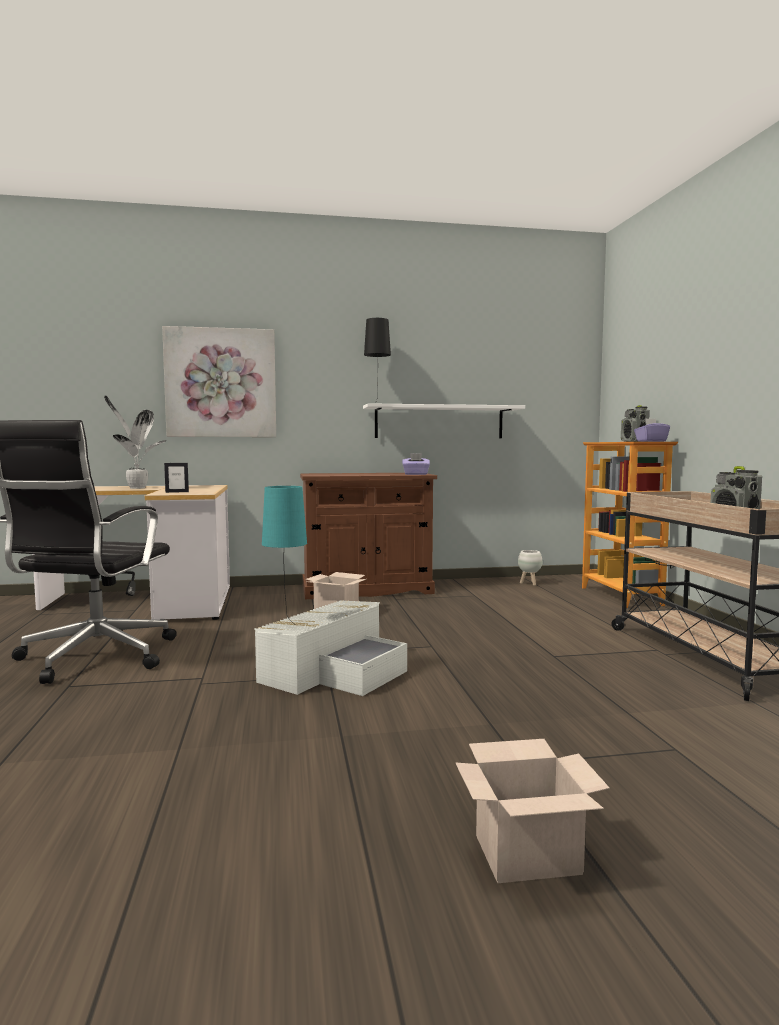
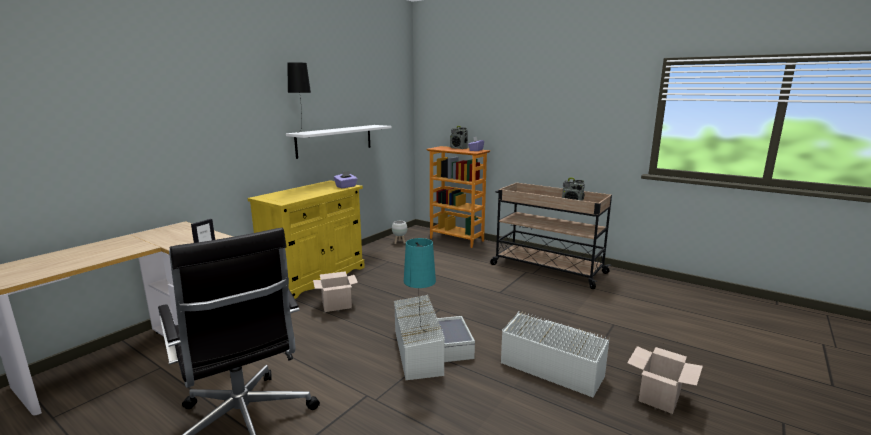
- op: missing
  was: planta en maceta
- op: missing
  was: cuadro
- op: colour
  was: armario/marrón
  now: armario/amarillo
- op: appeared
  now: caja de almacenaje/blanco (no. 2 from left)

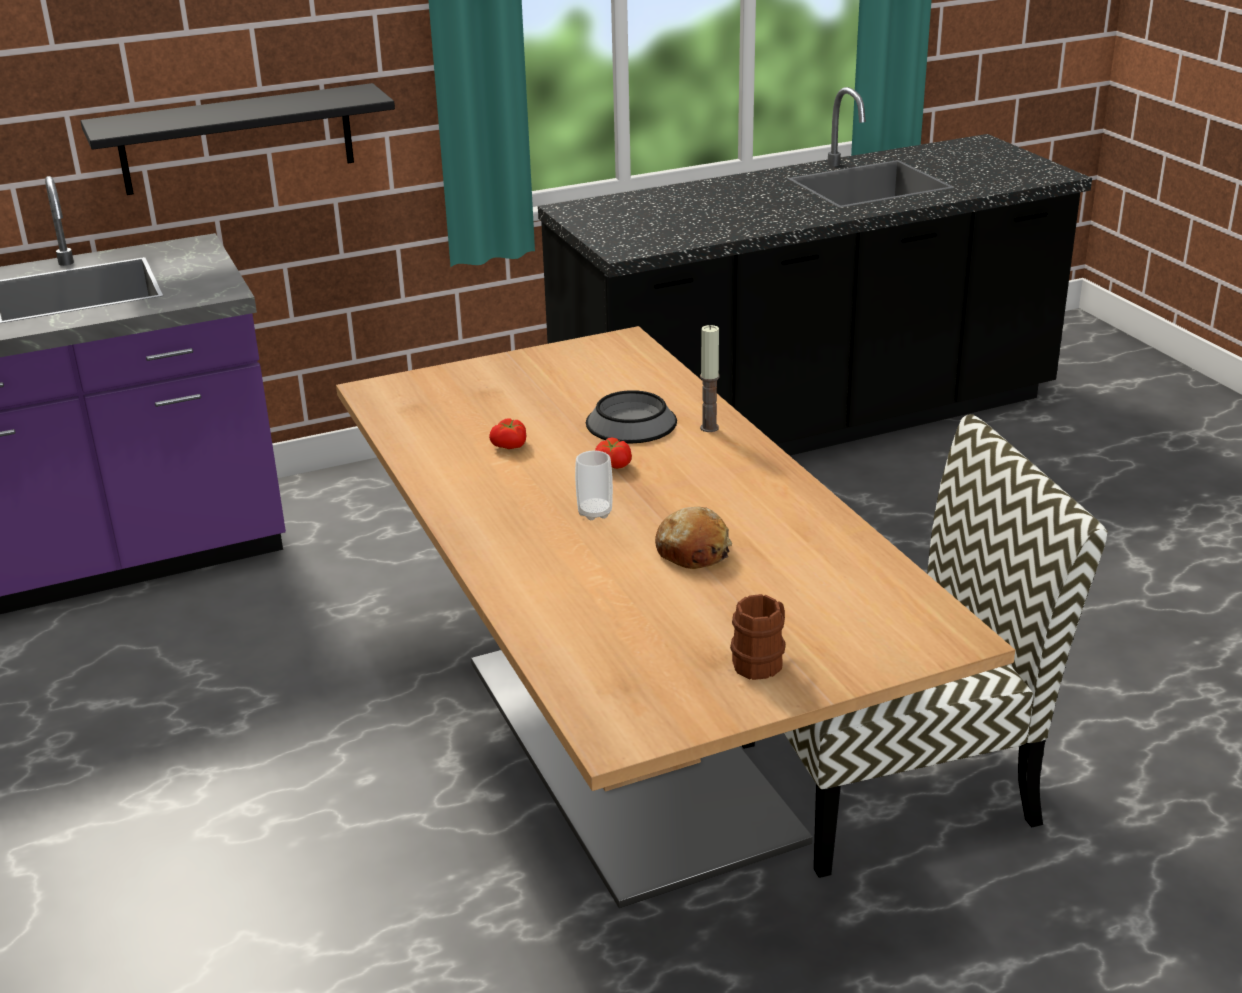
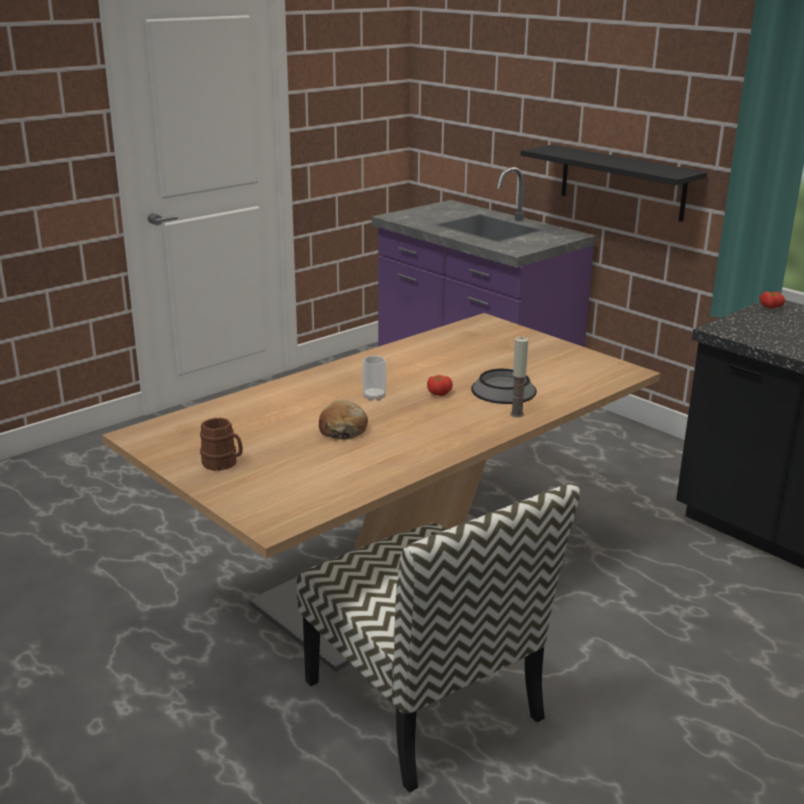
- op: relocated
  was: tomate (no. 1 from left in the first image)
  now: tomate (no. 2 from left)

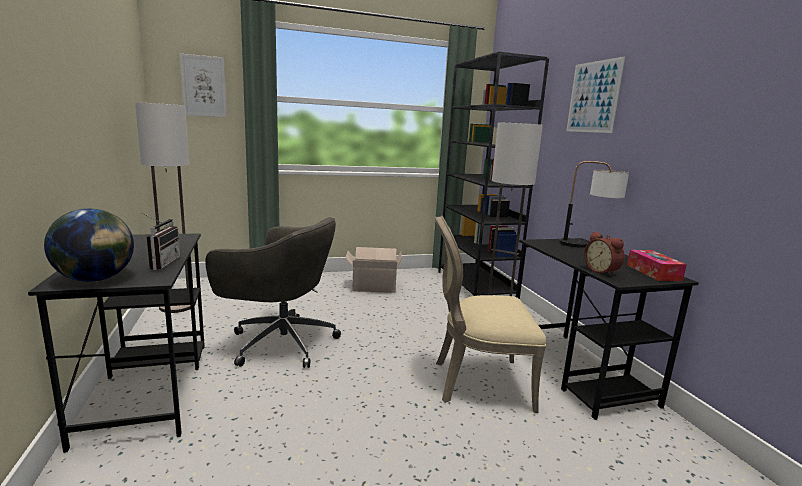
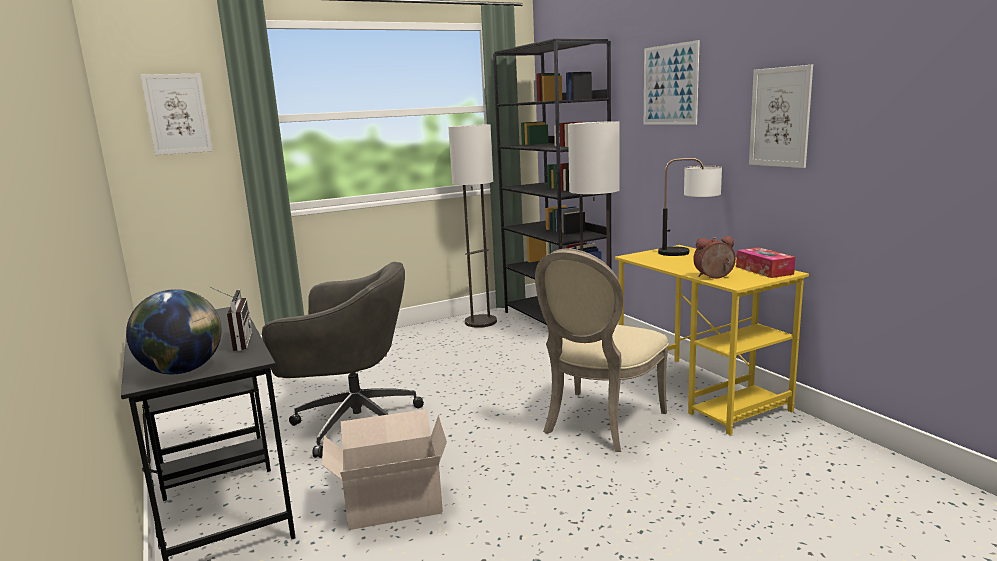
- op: relocated
  was: lámpara de pie (no. 1 from left)
- op: relocated
  was: caja de cartón
- op: spun
  was: silla/beis
  clockwise: -45
- op: colour
  was: escritorio/negro (no. 2 from left)
  now: escritorio/amarillo
- op: spun
  was: despertador
  clockwise: 120
- op: appeared
  now: cuadro (no. 3 from left)

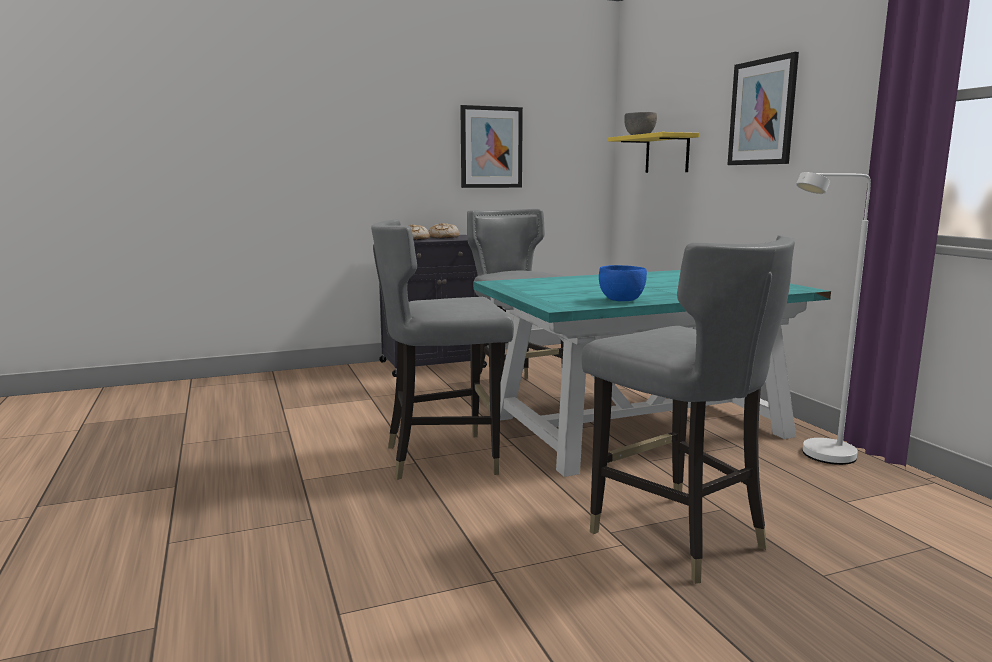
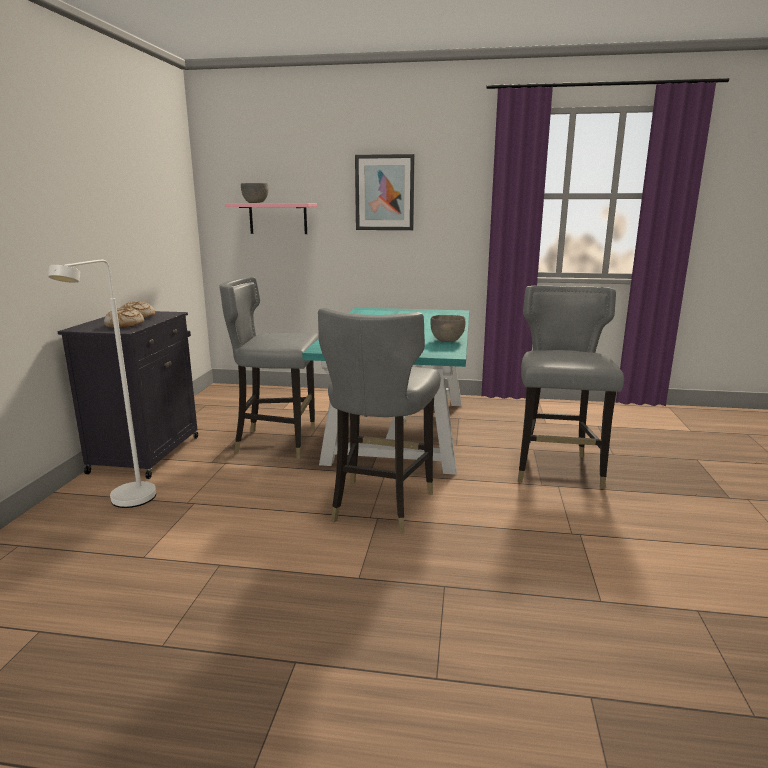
- op: missing
  was: cuadro (no. 1 from left)
- op: spun
  was: silla/gris (no. 3 from left)
  clockwise: -75
- op: colour
  was: cuenco/azul
  now: cuenco/gris (no. 2 from left)
- op: colour
  was: estante/amarillo
  now: estante/rosa
- op: relocated
  was: lámpara de pie/blanco

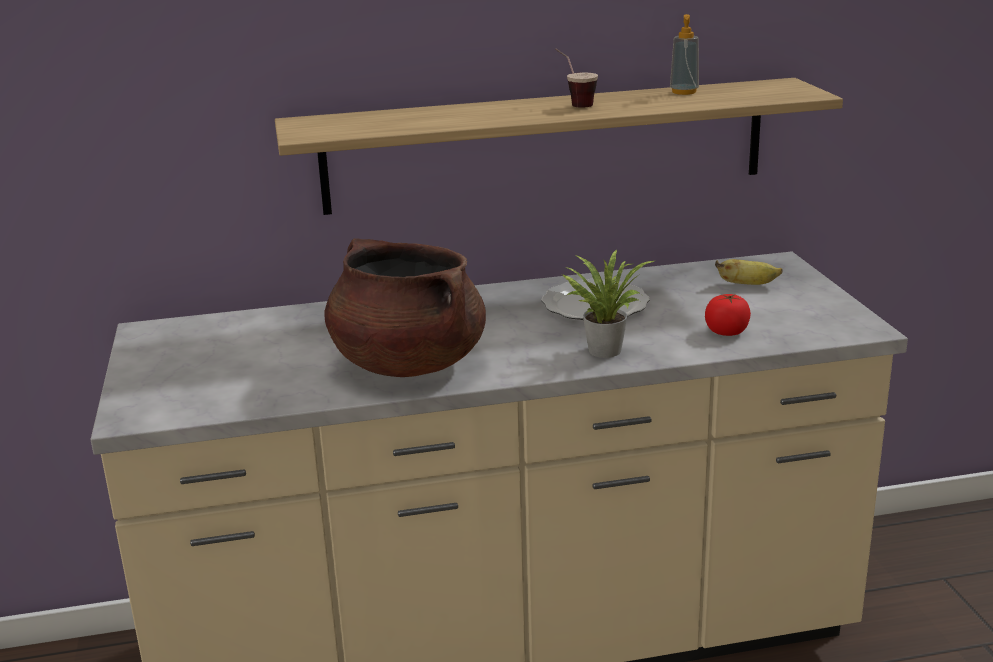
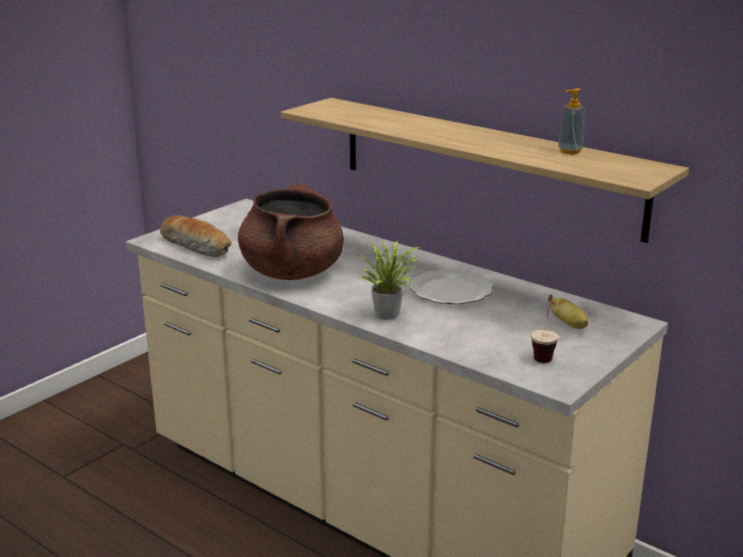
- op: relocated
  was: taza
- op: missing
  was: tomate
- op: appeared
  now: pan

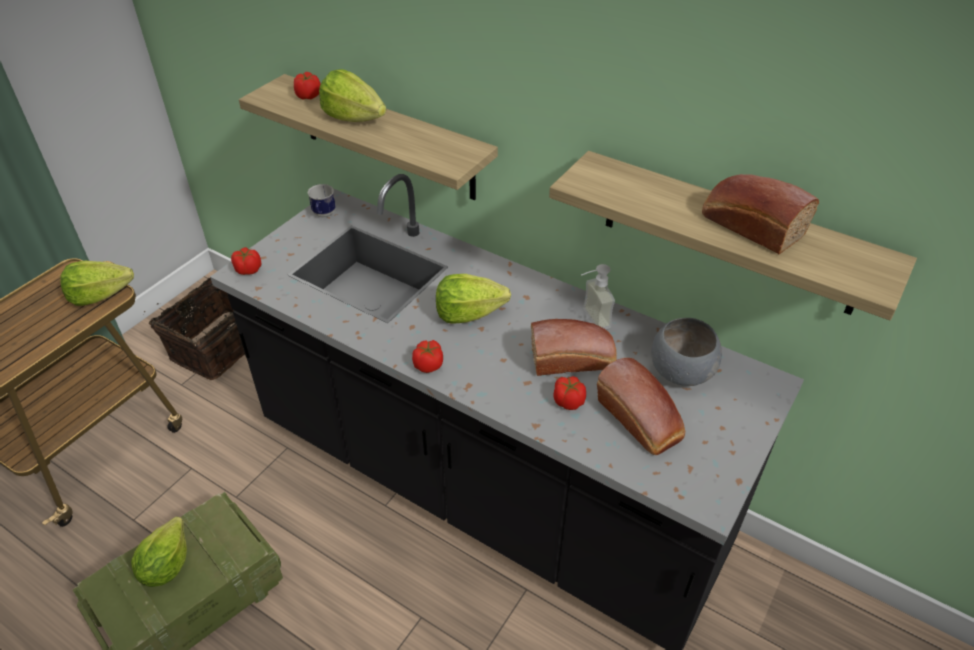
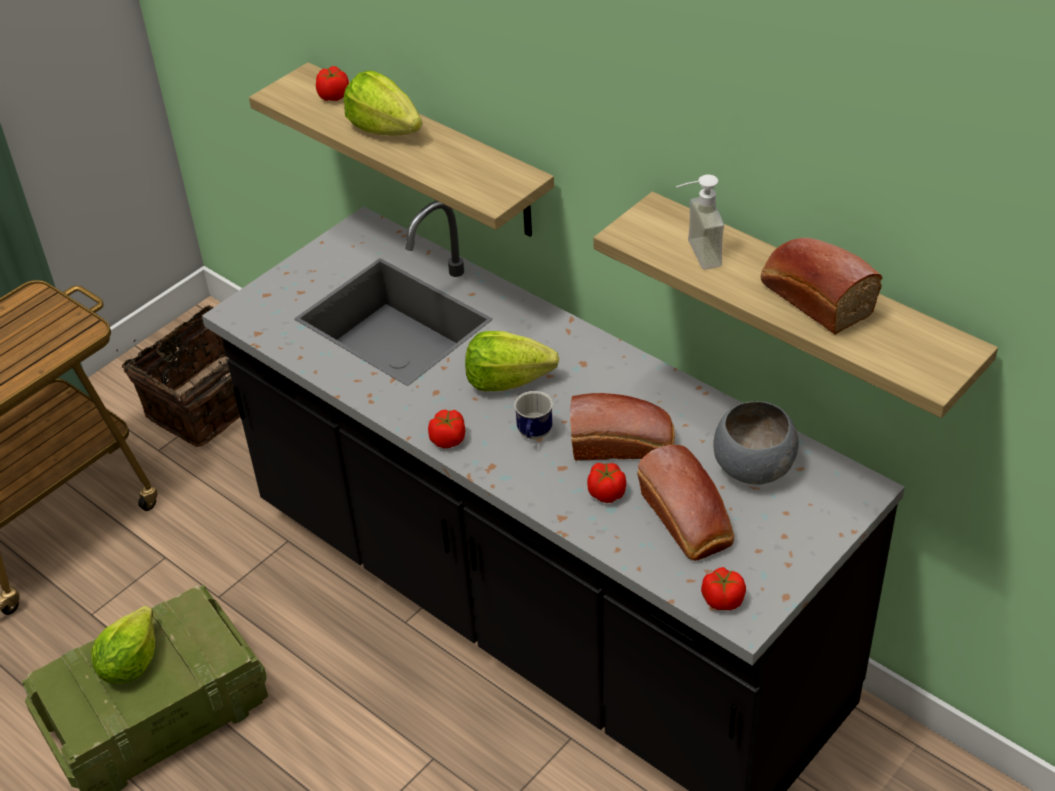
- op: missing
  was: lechuga (no. 1 from left)
- op: relocated
  was: tomate (no. 1 from left in the first image)
  now: tomate (no. 4 from left)
- op: relocated
  was: taza grande
- op: relocated
  was: dispensador de jabón

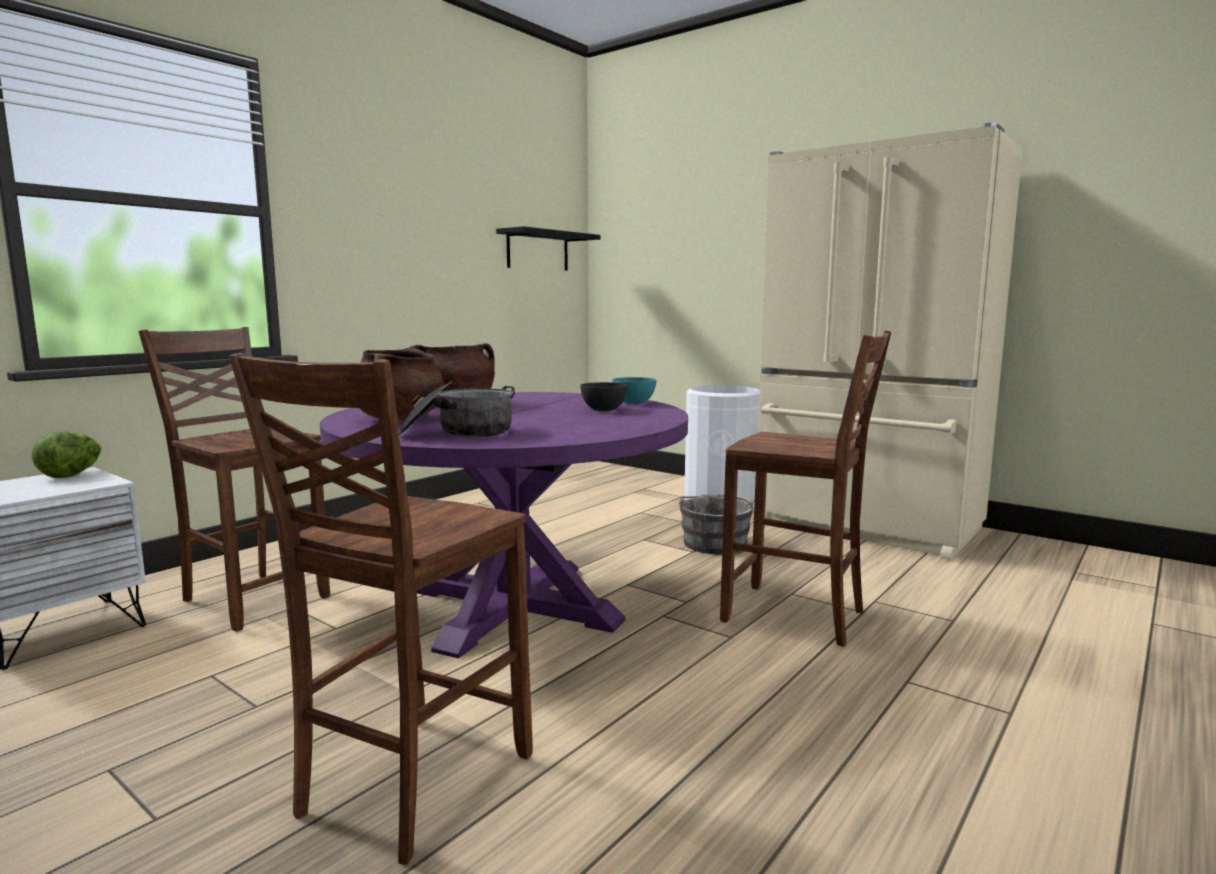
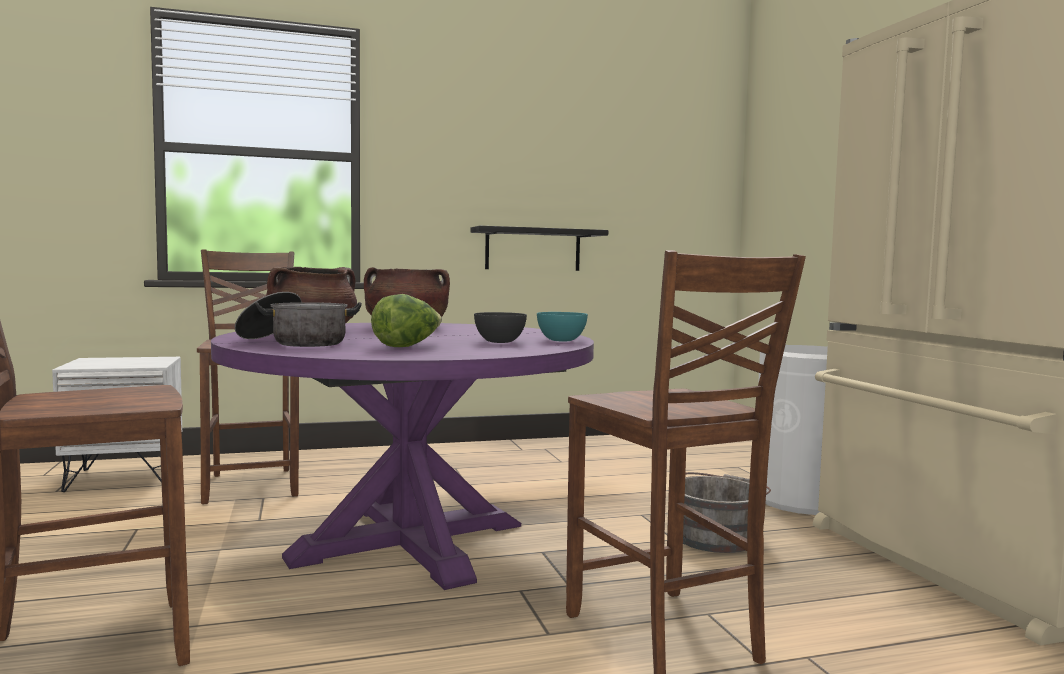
- op: relocated
  was: lechuga
- op: relocated
  was: estante/negro

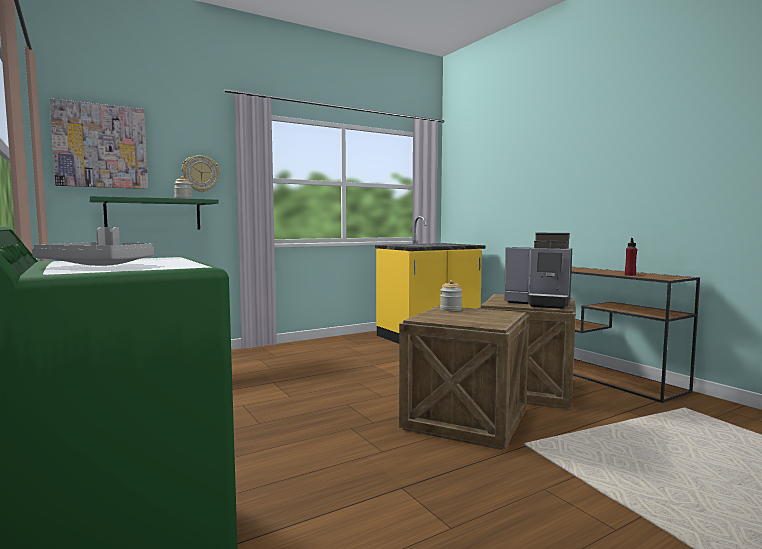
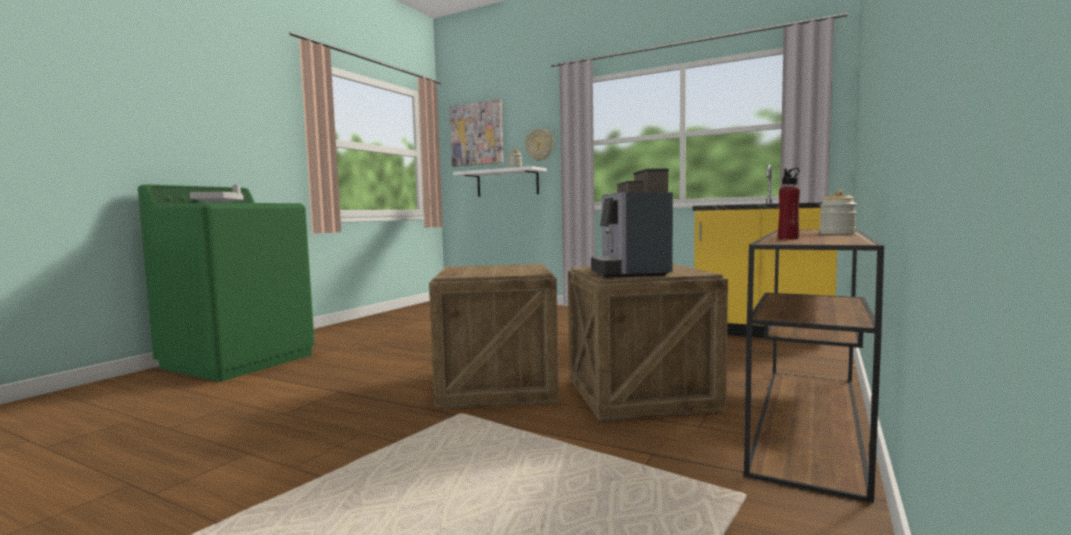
- op: colour
  was: estante/verde
  now: estante/blanco
- op: relocated
  was: tarro (no. 2 from left)

